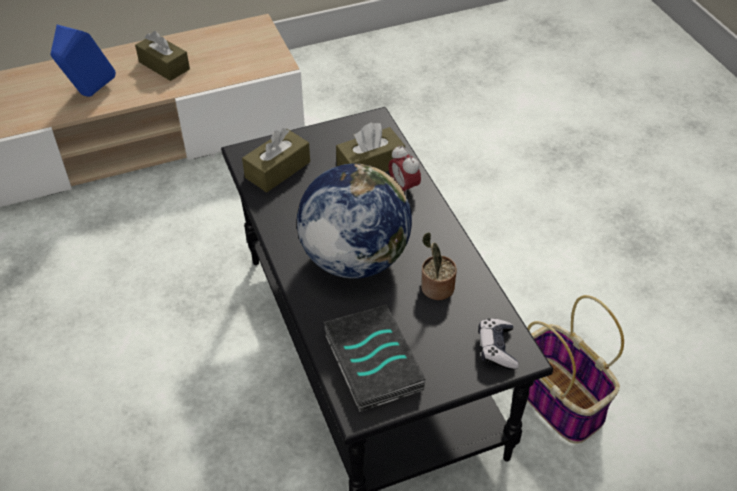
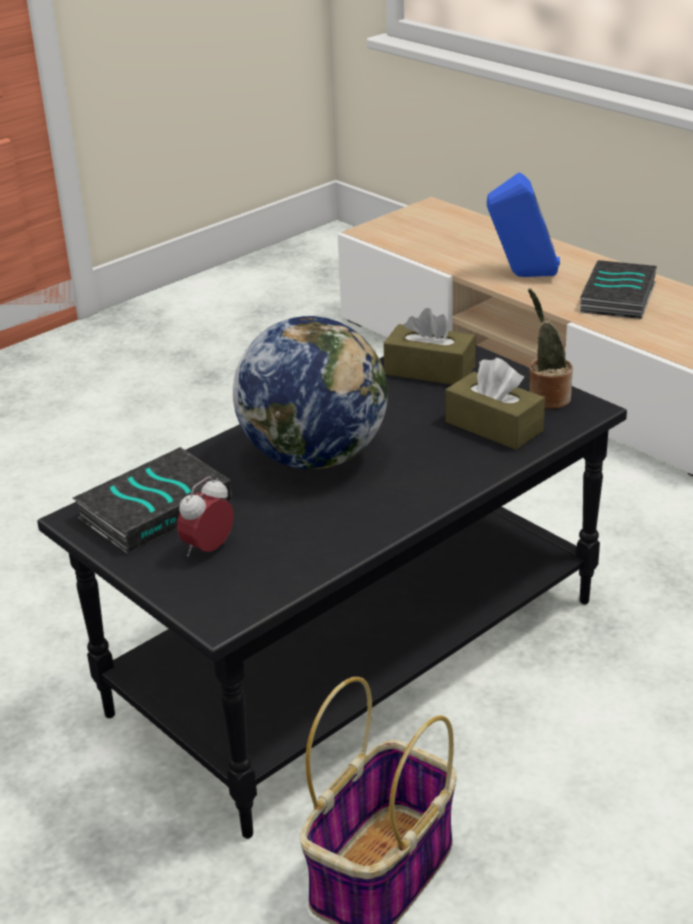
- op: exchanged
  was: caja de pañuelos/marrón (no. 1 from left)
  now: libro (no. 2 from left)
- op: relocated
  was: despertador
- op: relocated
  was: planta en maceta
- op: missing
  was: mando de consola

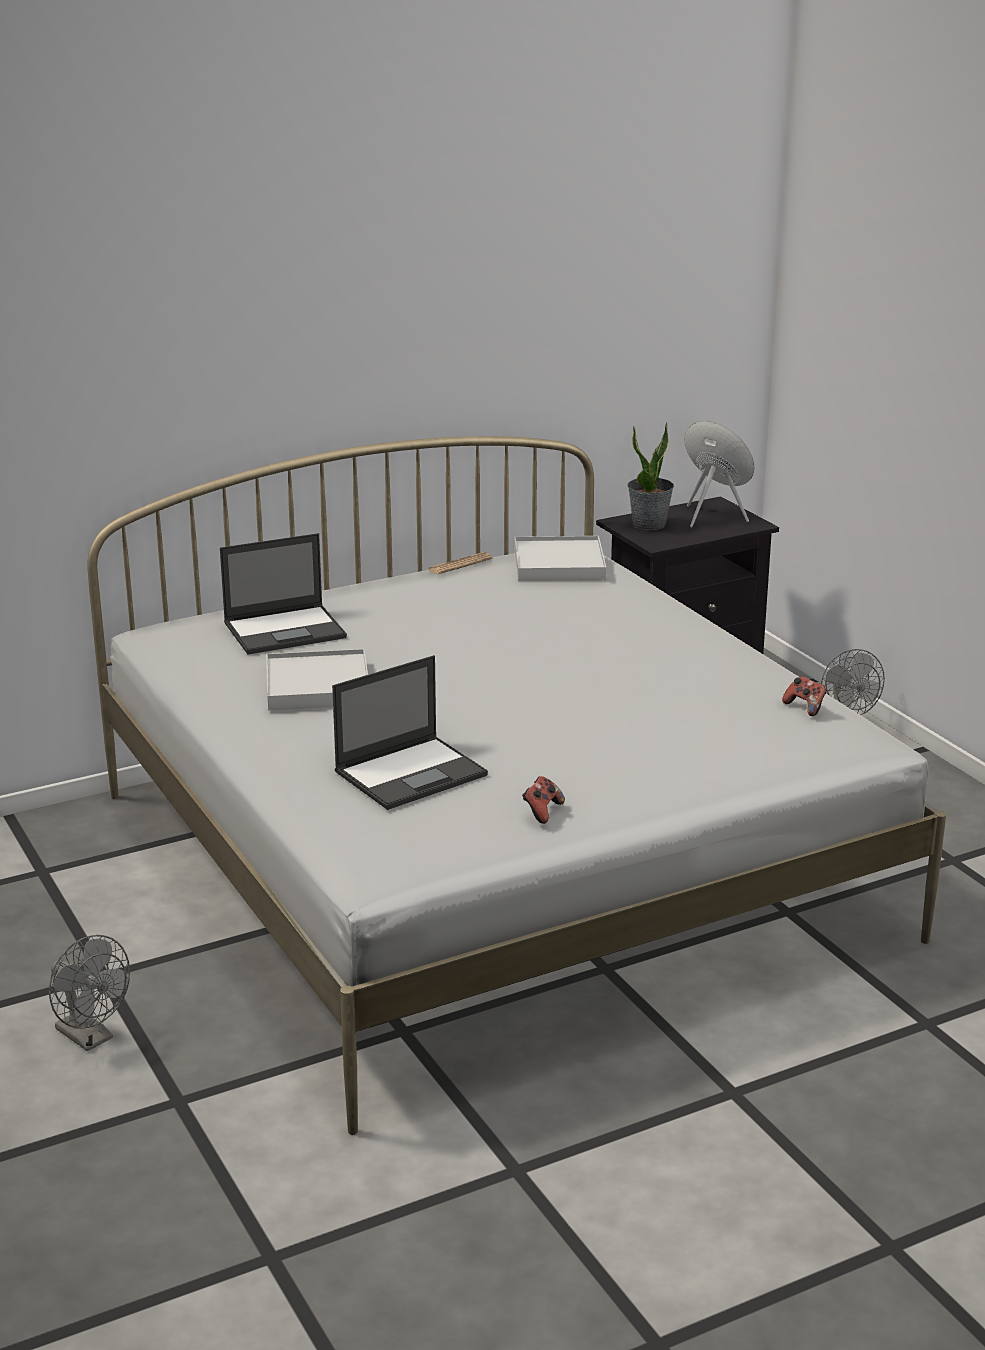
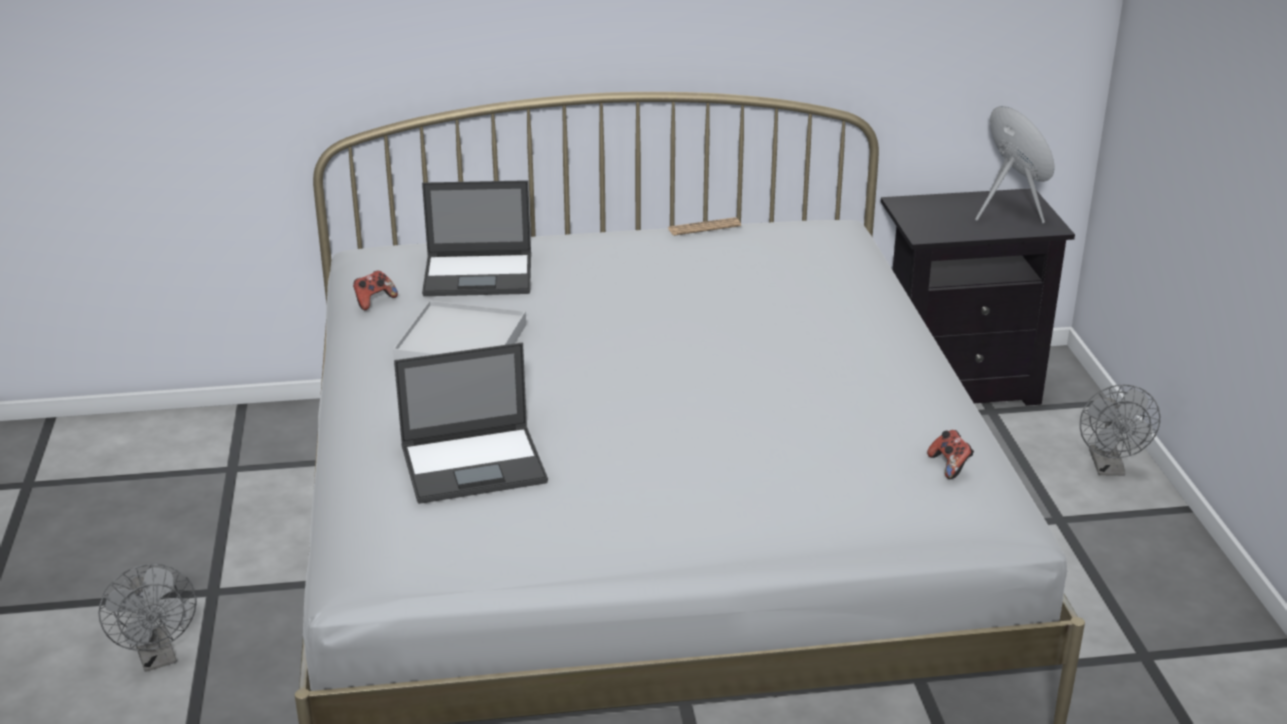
- op: missing
  was: bandeja/blanco (no. 2 from left)
- op: relocated
  was: mando de consola (no. 1 from left)
- op: missing
  was: planta en maceta

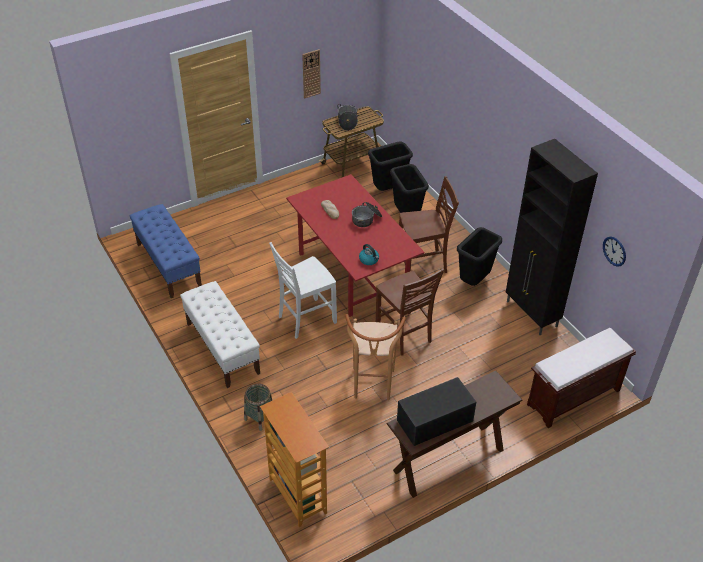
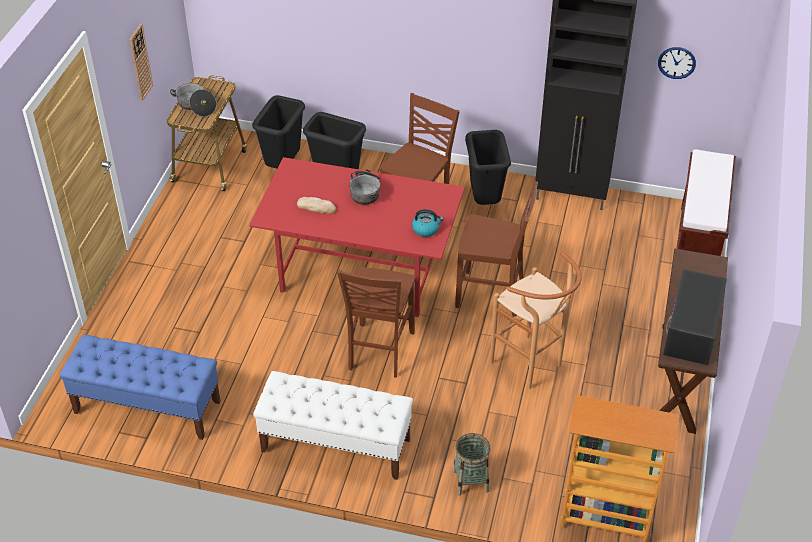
- op: colour
  was: silla/blanco
  now: silla/marrón (no. 1 from left)

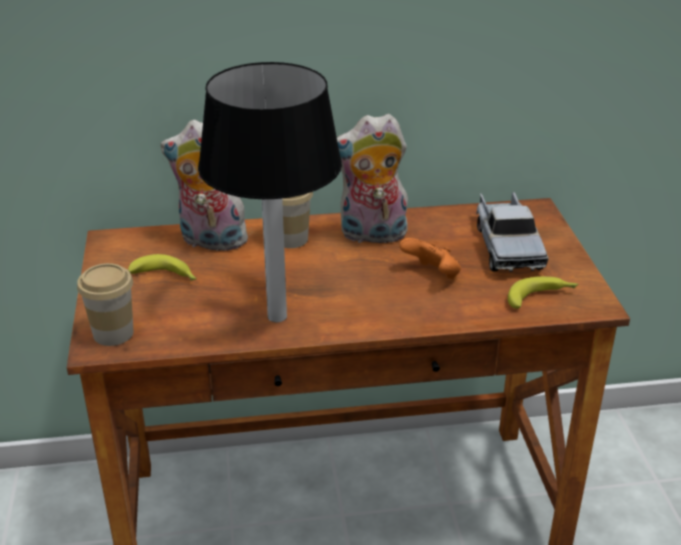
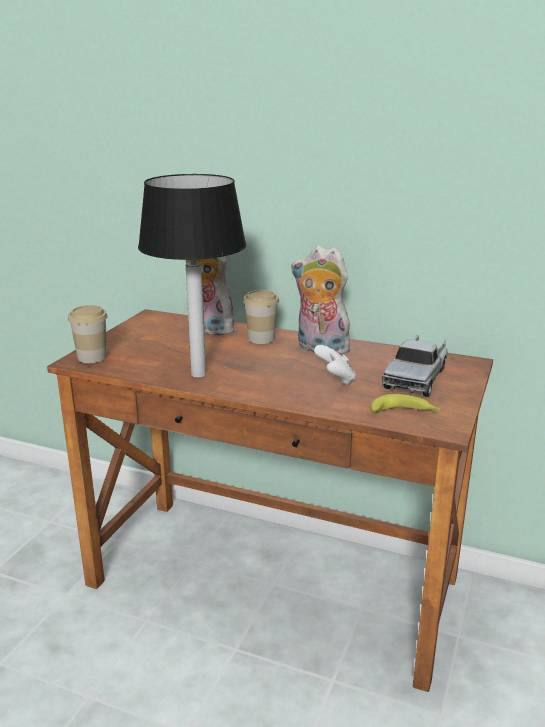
- op: missing
  was: plátano (no. 1 from left)
- op: colour
  was: mando de consola/naranja
  now: mando de consola/blanco

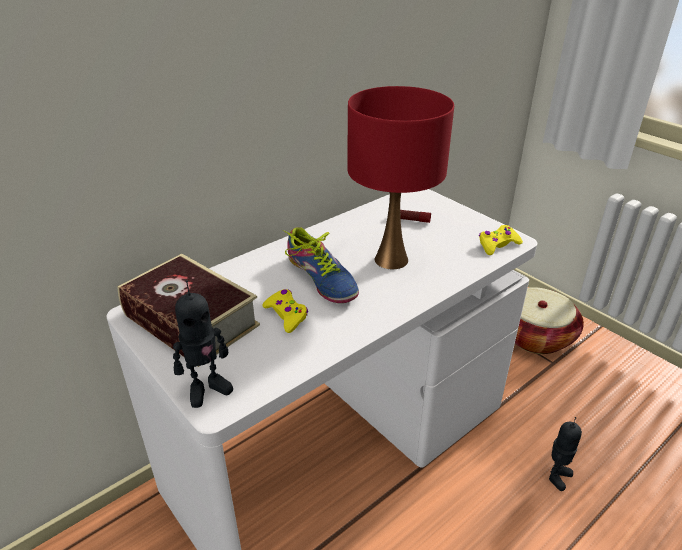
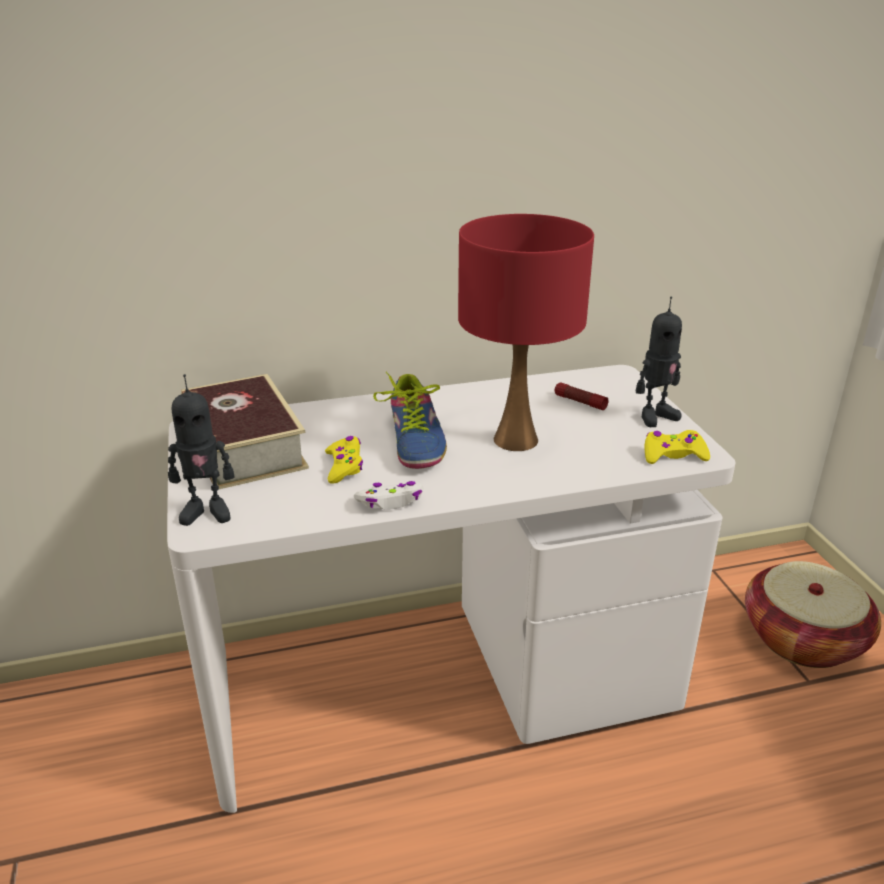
- op: relocated
  was: robot de juguete (no. 2 from left)
- op: appeared
  now: mando de consola/blanco

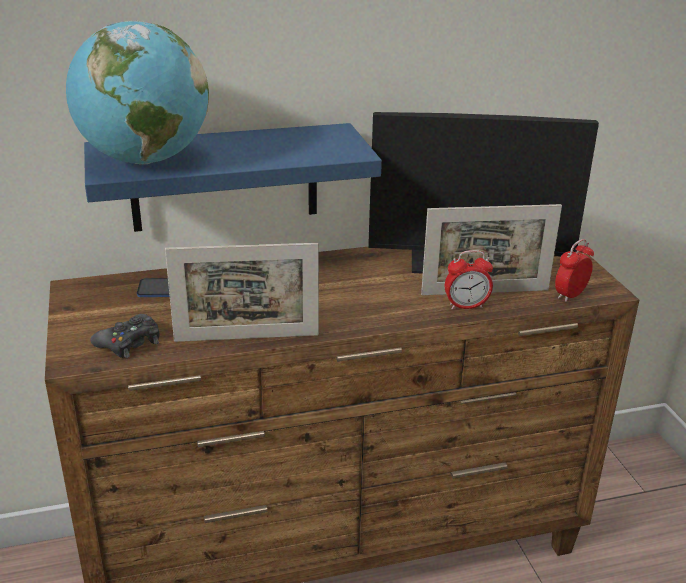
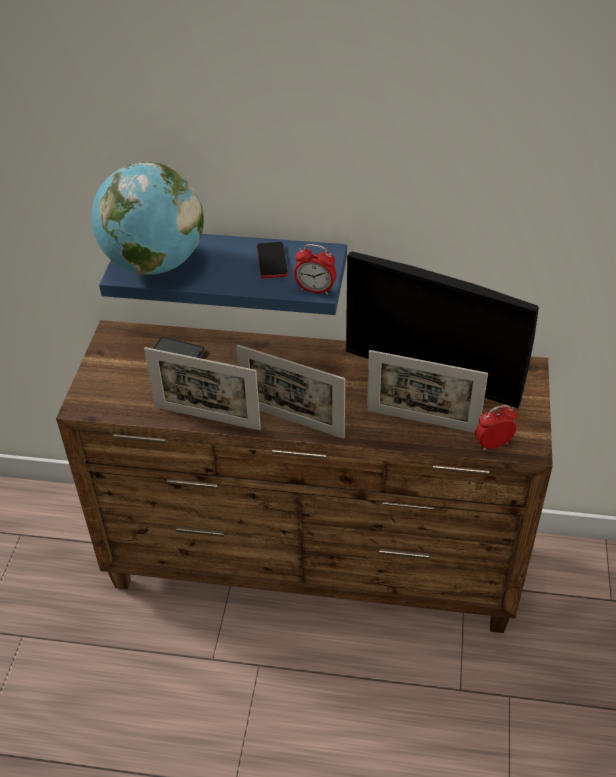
- op: missing
  was: mando de consola/negro
- op: relocated
  was: despertador (no. 1 from left)
- op: appeared
  now: portarretratos (no. 2 from left)
- op: appeared
  now: móvil (no. 2 from left)

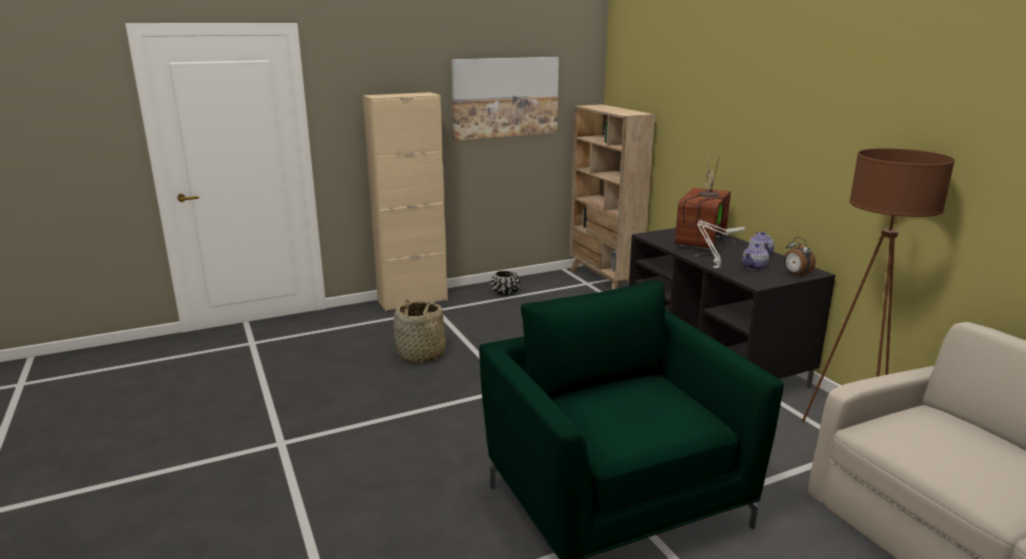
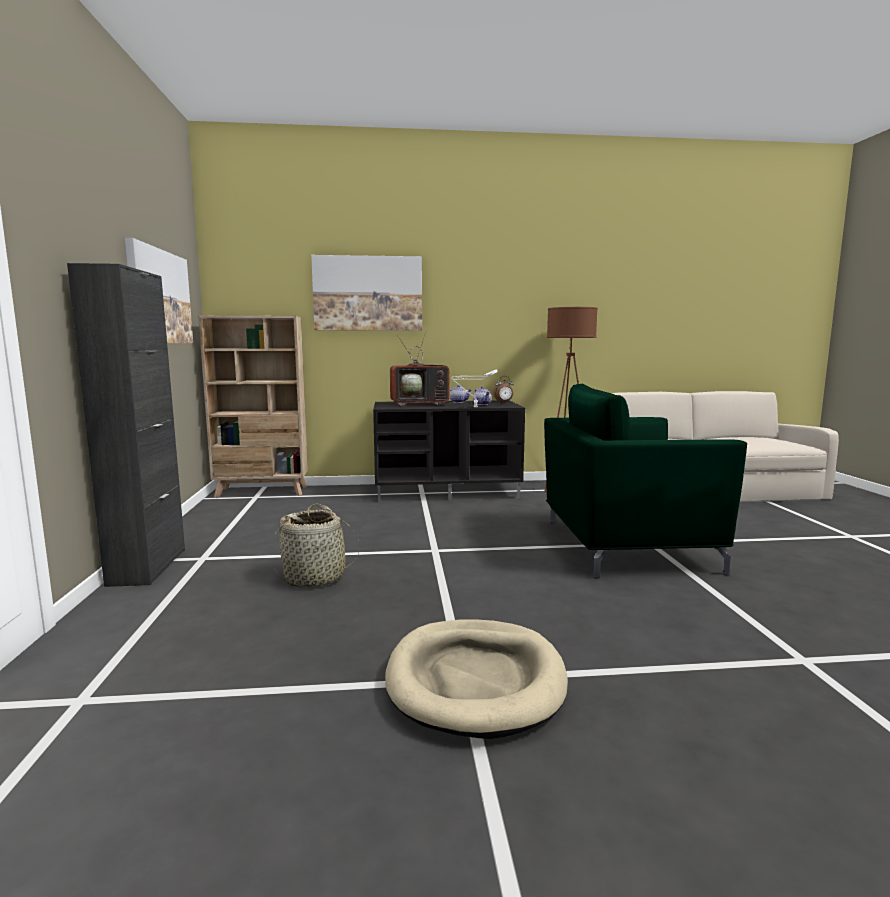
- op: colour
  was: armario/beis
  now: armario/negro
- op: missing
  was: maceta/negro
- op: spun
  was: televisor
  clockwise: -60
- op: appeared
  now: cuadro (no. 2 from left)
- op: appeared
  now: cama para perro/beis

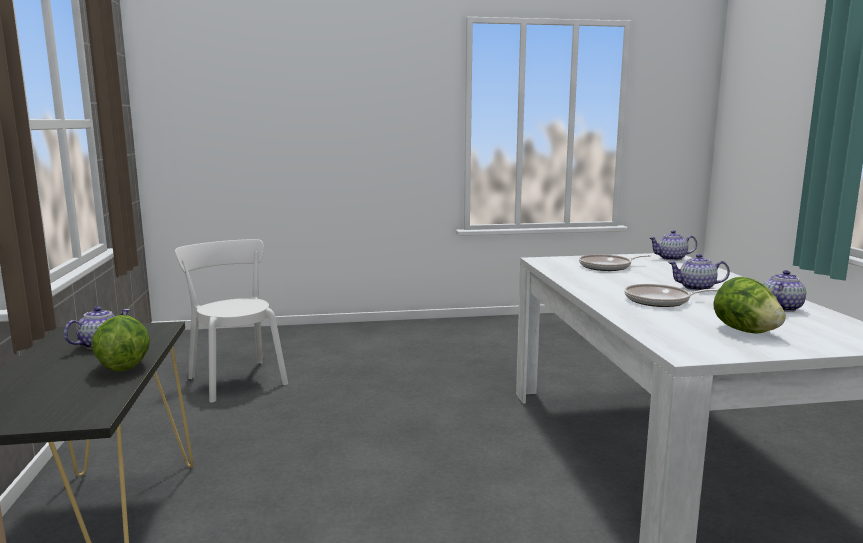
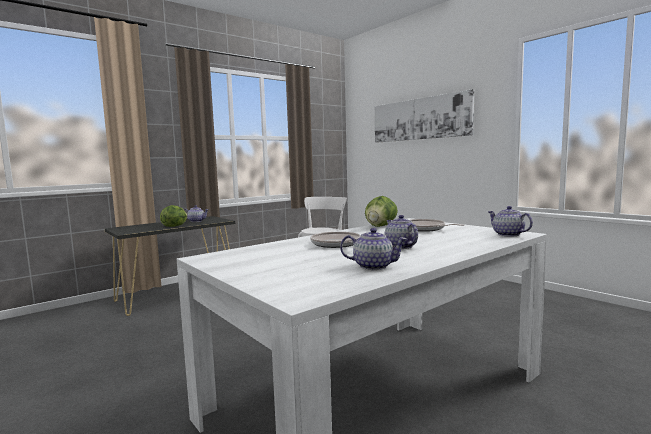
- op: relocated
  was: lechuga (no. 2 from left)
- op: appeared
  now: cuadro

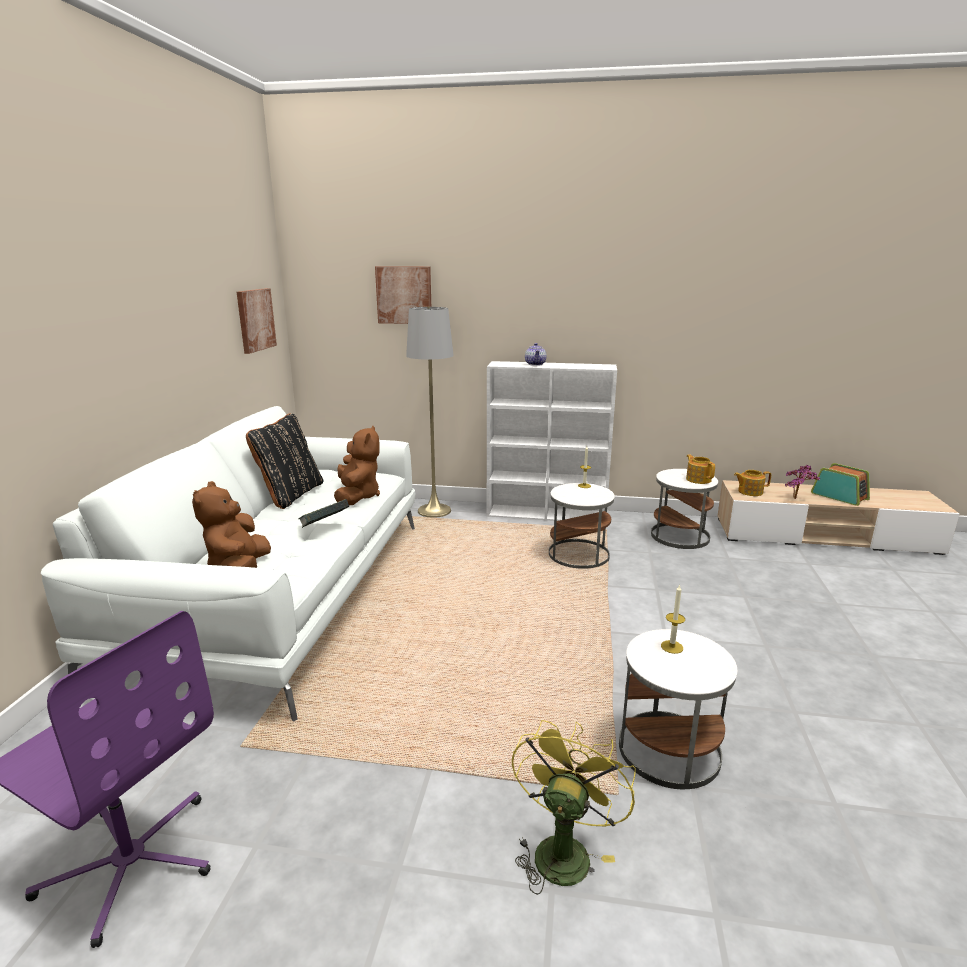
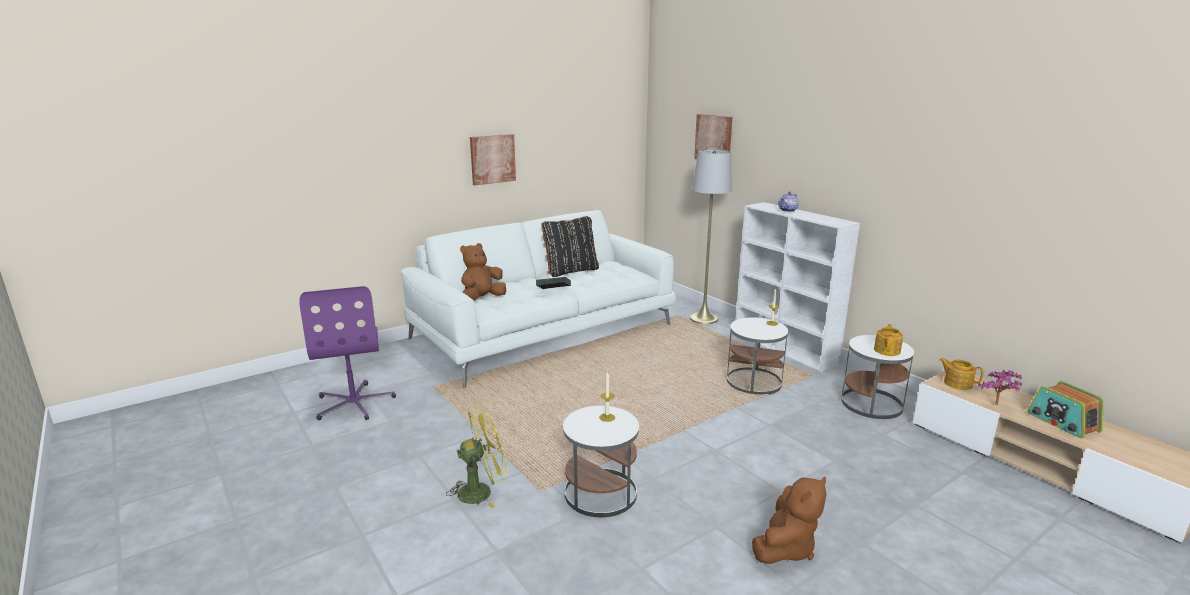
- op: relocated
  was: cuadro (no. 1 from left)
- op: relocated
  was: peluche/marrón (no. 2 from left)
- op: spun
  was: radio
  clockwise: 150

